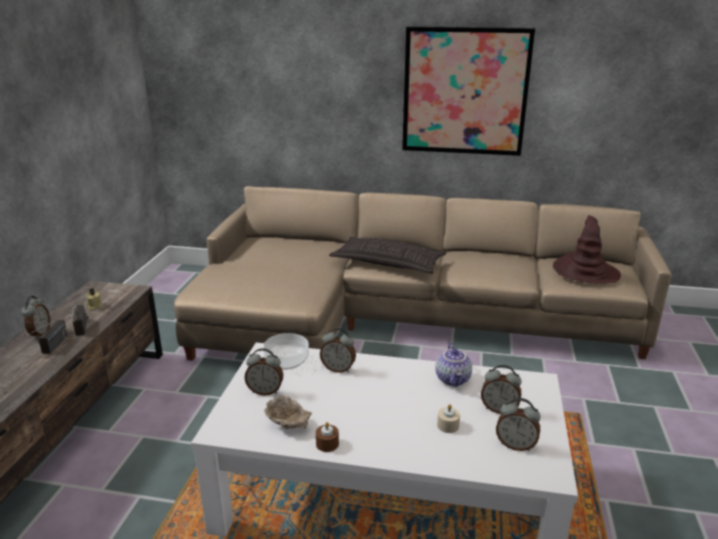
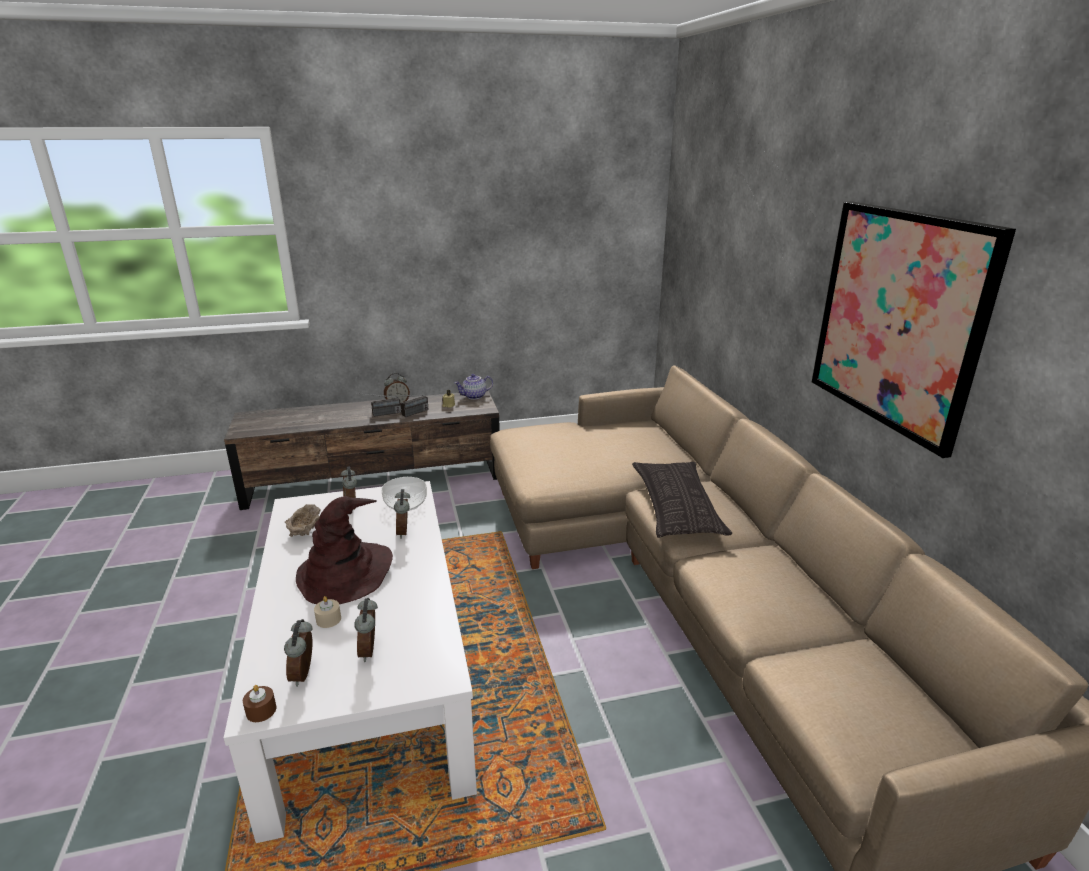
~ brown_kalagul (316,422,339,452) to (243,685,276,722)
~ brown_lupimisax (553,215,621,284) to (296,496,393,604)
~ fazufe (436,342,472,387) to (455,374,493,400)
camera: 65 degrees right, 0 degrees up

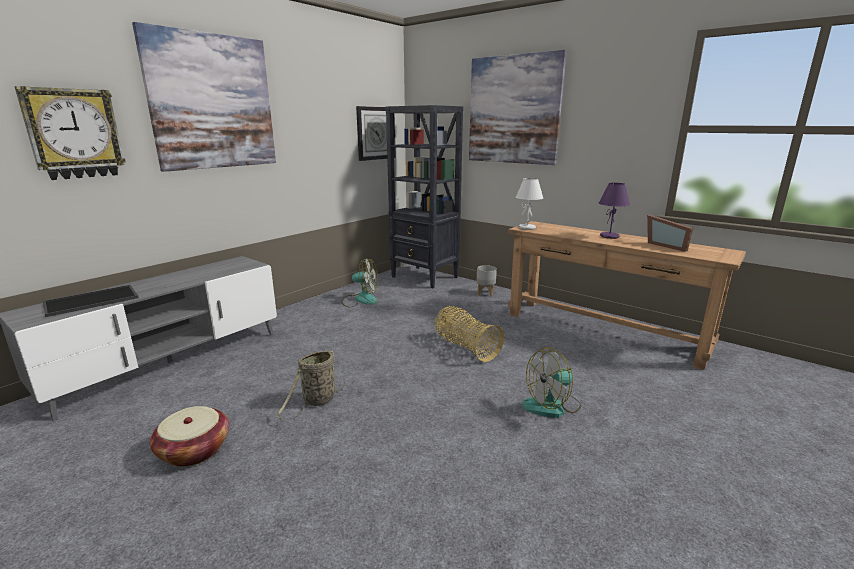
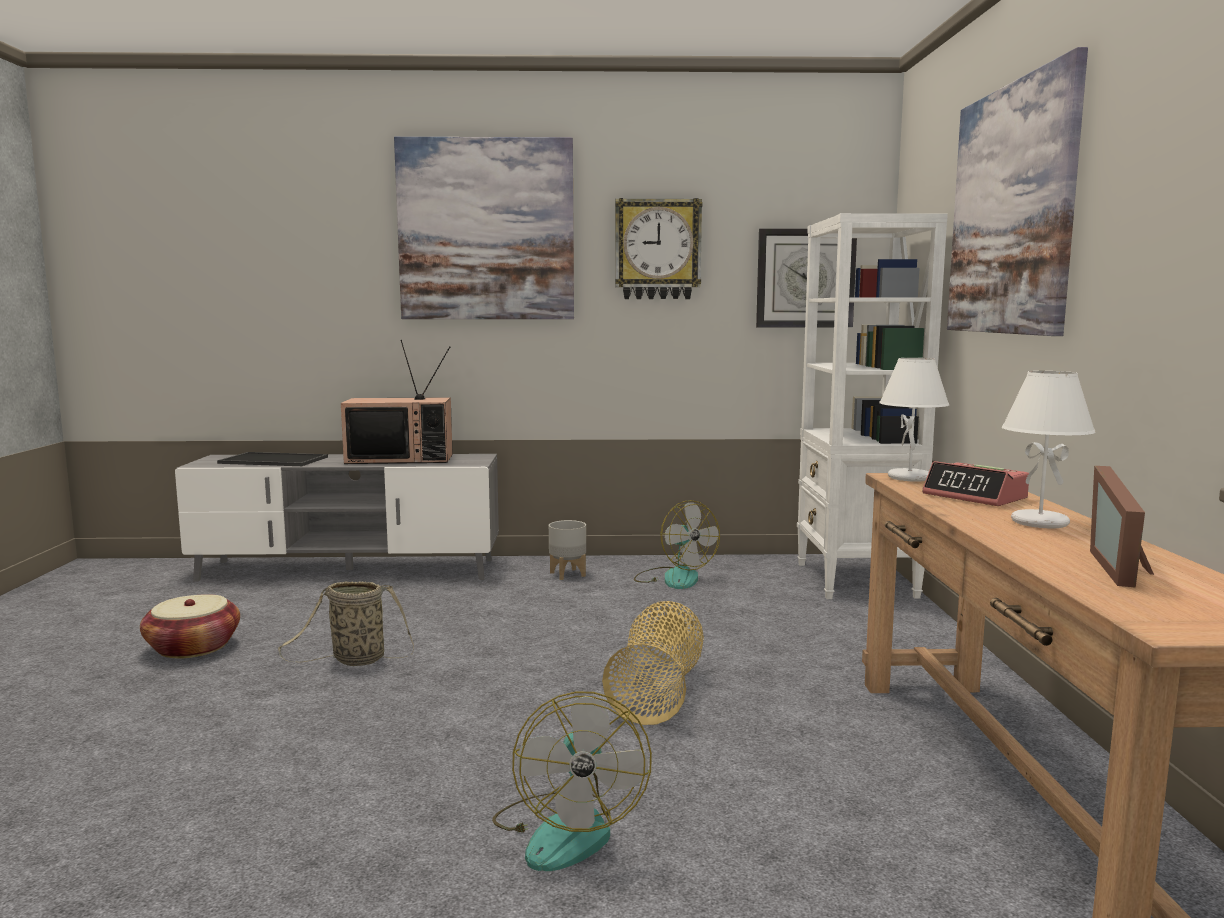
+ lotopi (341,340,453,464)
~ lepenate (521,347,581,418) = (492,692,652,871) 120 degrees counterclockwise
~ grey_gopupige (477,265,497,296) to (549,520,586,580)
~ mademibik (15,86,126,180) to (615,198,703,299)
~ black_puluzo (385,105,463,288) to white_puluzo (797,213,948,599)
+ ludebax (922,461,1029,506)
~ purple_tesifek (599,183,630,239) to white_tesifek (1002,371,1096,528)
camera: 50 degrees right, 10 degrees down

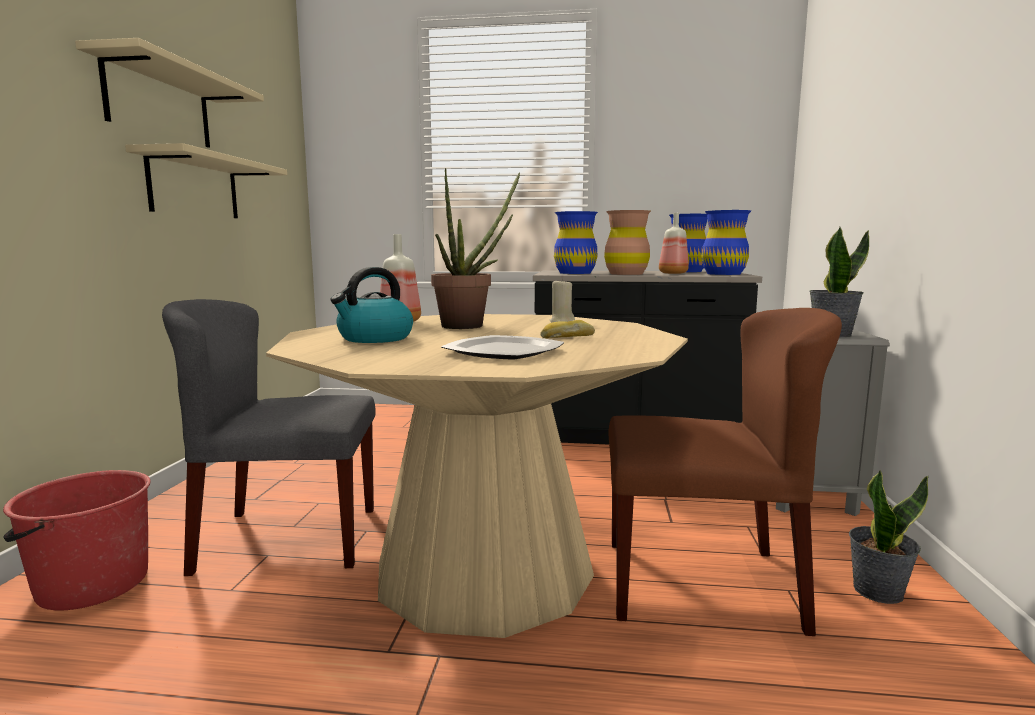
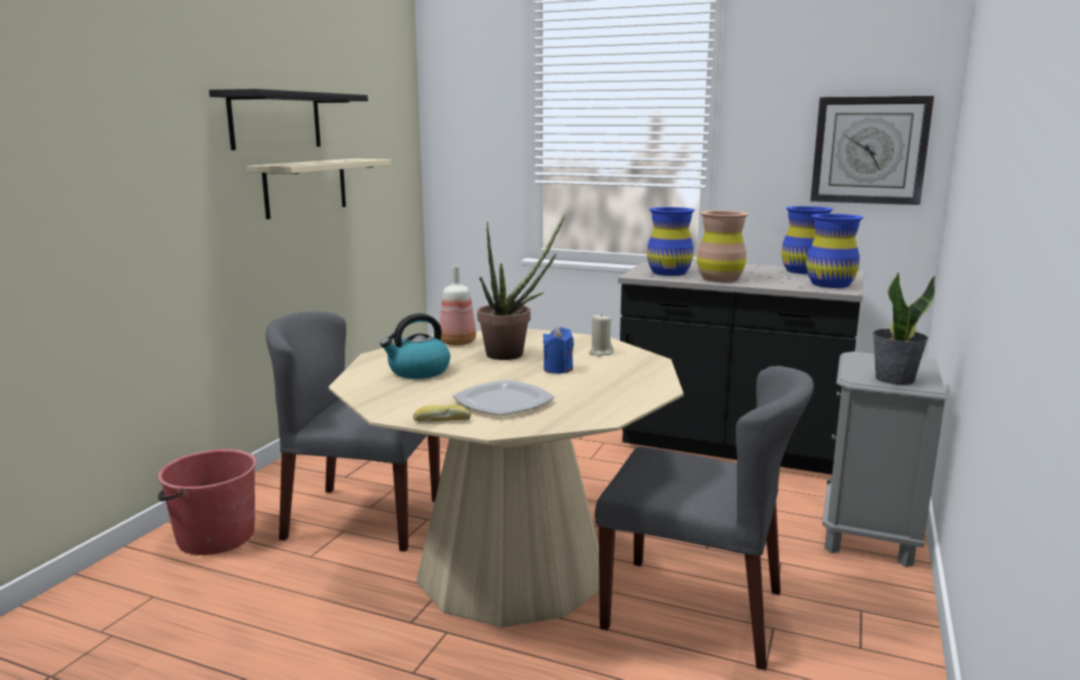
~ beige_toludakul (75,38,264,148) to black_toludakul (209,89,368,150)
~ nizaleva (540,320,595,338) to (413,404,471,421)
+ blue_kalagul (543,327,574,374)
~ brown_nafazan (608,308,842,636) to grey_nafazan (595,366,814,670)
+ mademibik (810,96,934,205)
- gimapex (659,213,689,274)
- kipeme (849,469,929,604)
camera: 15 degrees right, 5 degrees up

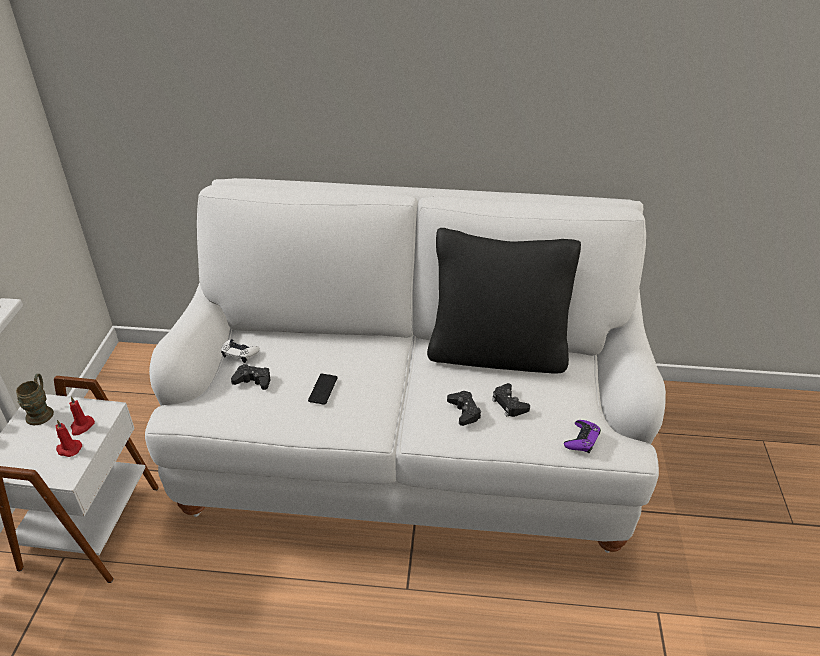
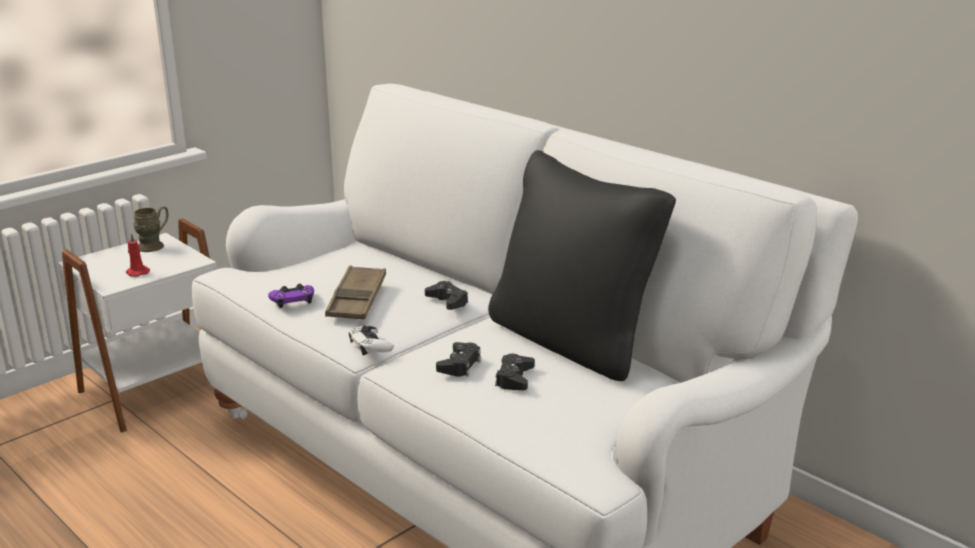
~ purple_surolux (564,420,601,453) to (268,284,314,308)
~ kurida (308,373,338,405) to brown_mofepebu (325,266,386,320)
~ white_surolux (221,339,260,363) to (349,325,394,356)
~ black_surolux (231,364,271,390) to (425,281,468,310)
- red_kalagul (69,397,95,436)
camera: 40 degrees right, 15 degrees down

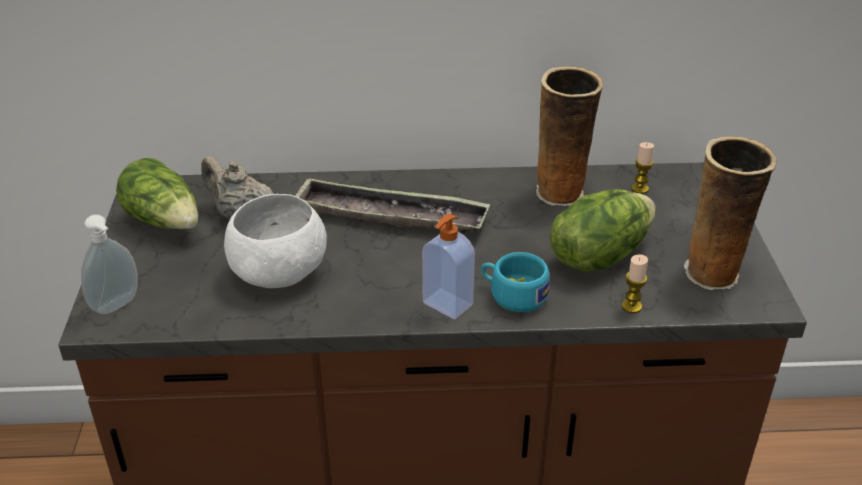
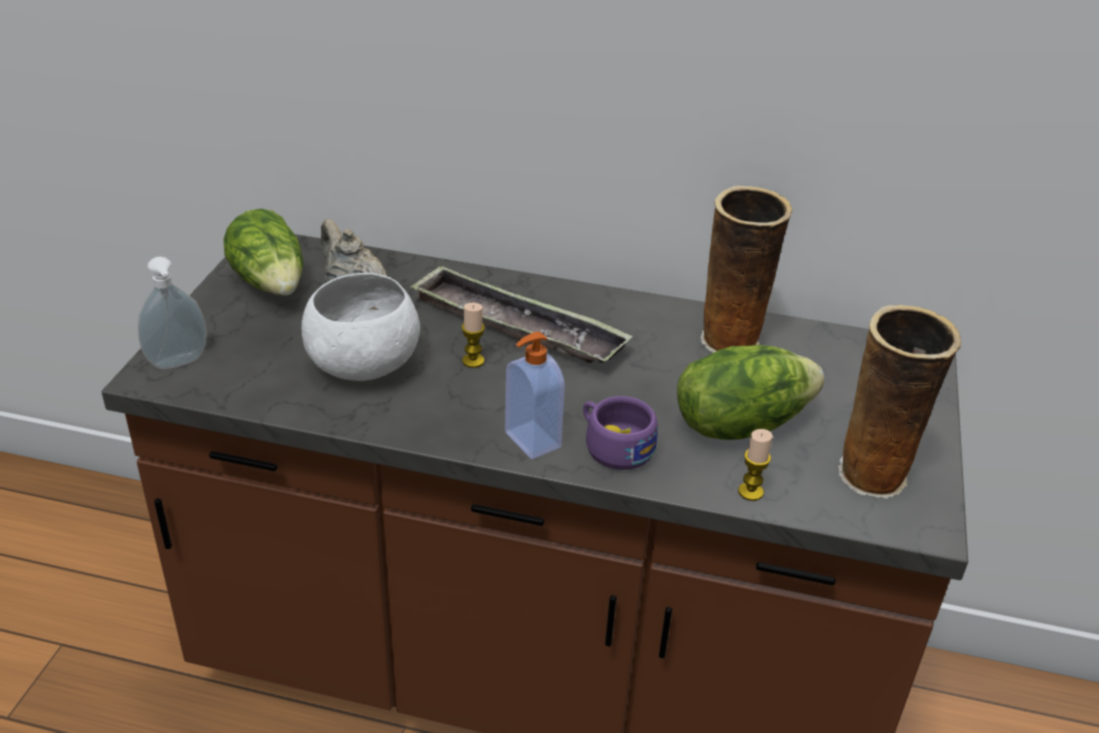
~ kalagul (631,142,654,194) to (462,303,485,368)
~ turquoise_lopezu (481,252,550,312) to purple_lopezu (583,396,658,470)
camera: 15 degrees right, 0 degrees up

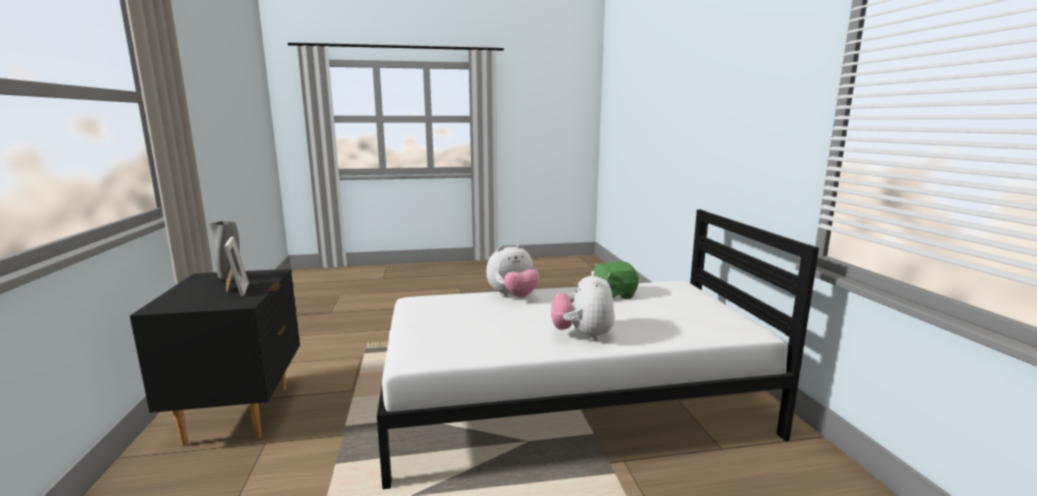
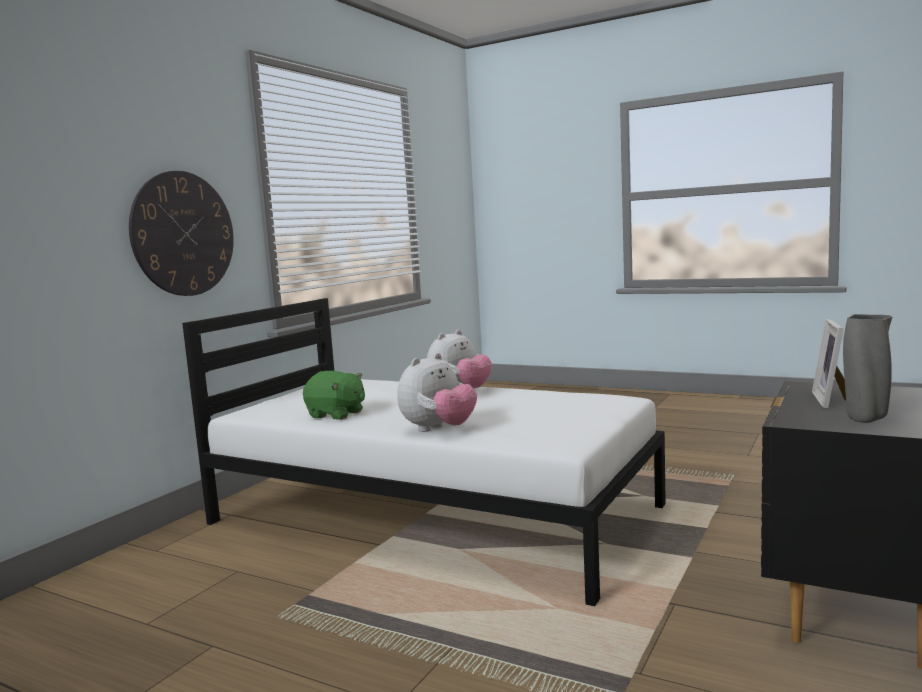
+ mademibik (129,171,234,296)
~ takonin (486,244,539,297) = (397,353,477,432) 120 degrees clockwise
camera: 140 degrees left, 5 degrees down

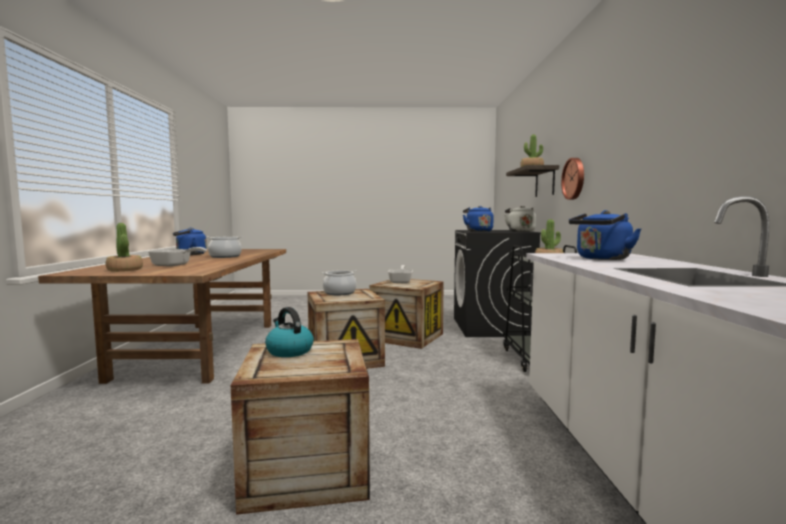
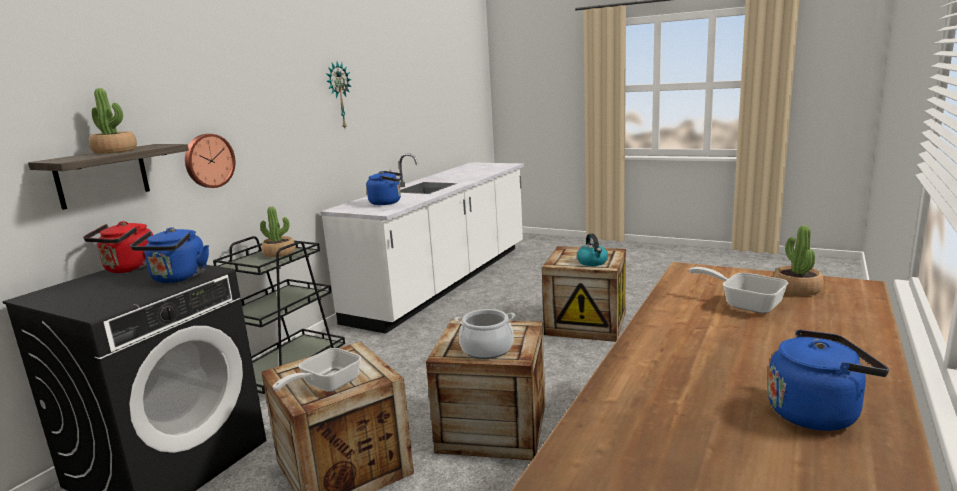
~ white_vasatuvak (504,206,536,232) to red_vasatuvak (83,221,153,273)
+ mademibik (326,62,352,128)
- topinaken (206,236,243,258)
camera: 150 degrees left, 10 degrees up

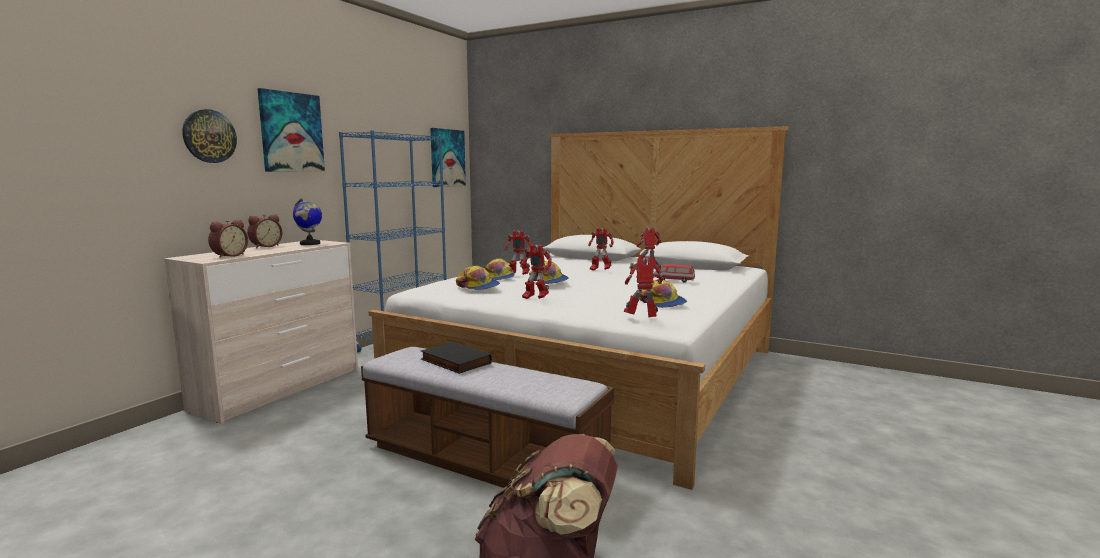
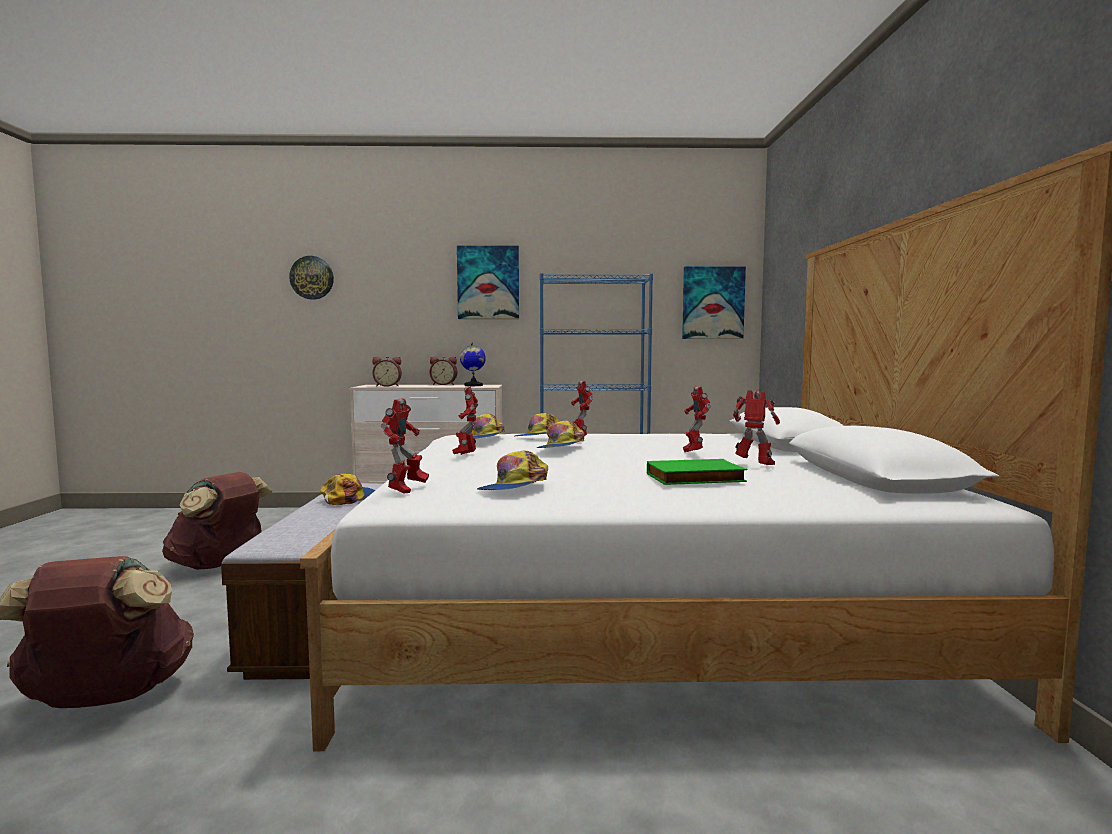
+ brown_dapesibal (162,472,272,570)
~ mademibik (182,109,237,163) to (289,256,334,300)
~ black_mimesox (421,342,492,374) to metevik (320,474,375,505)
~ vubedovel (624,257,663,318) = (381,398,429,494) 45 degrees clockwise
~ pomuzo (654,264,695,283) to green_mimesox (647,459,747,485)
camera: 60 degrees right, 5 degrees down

